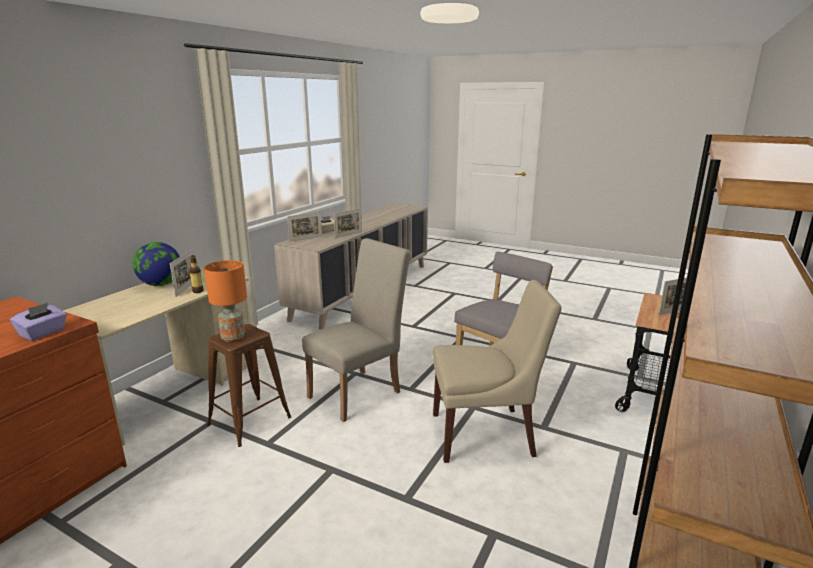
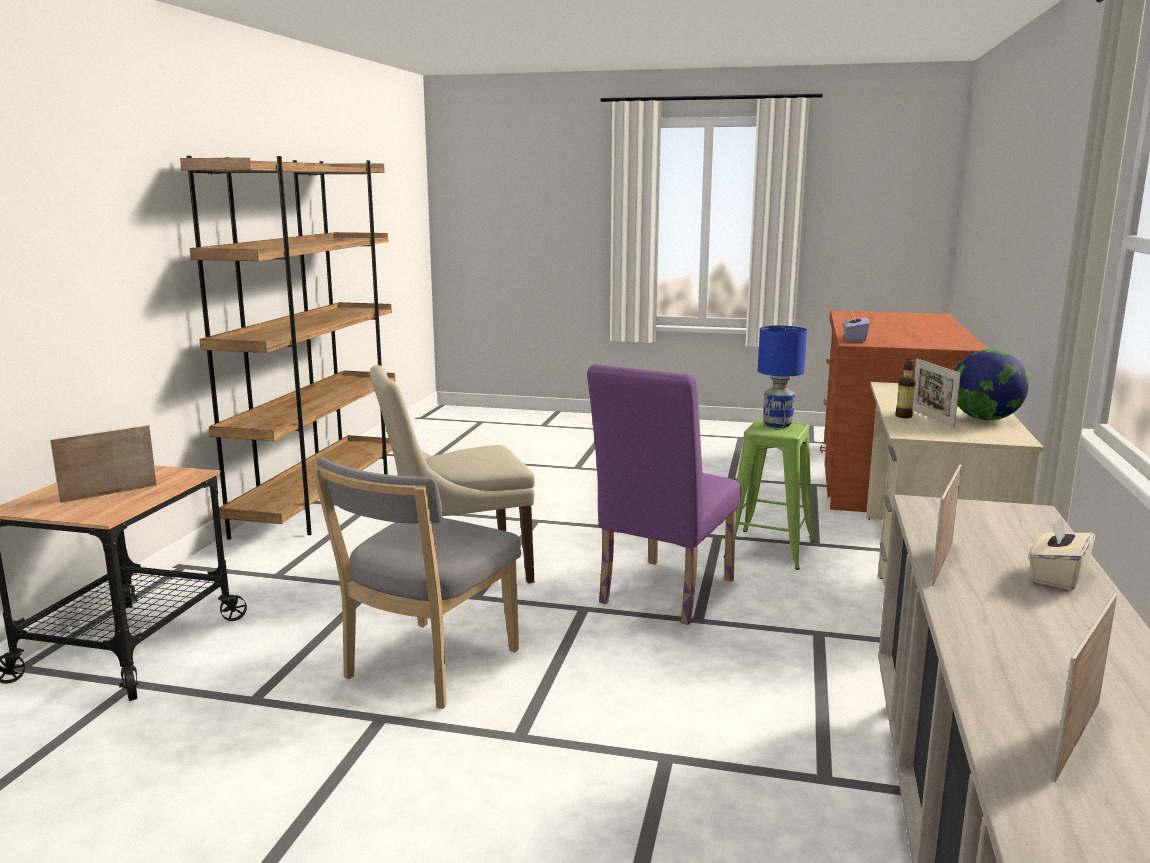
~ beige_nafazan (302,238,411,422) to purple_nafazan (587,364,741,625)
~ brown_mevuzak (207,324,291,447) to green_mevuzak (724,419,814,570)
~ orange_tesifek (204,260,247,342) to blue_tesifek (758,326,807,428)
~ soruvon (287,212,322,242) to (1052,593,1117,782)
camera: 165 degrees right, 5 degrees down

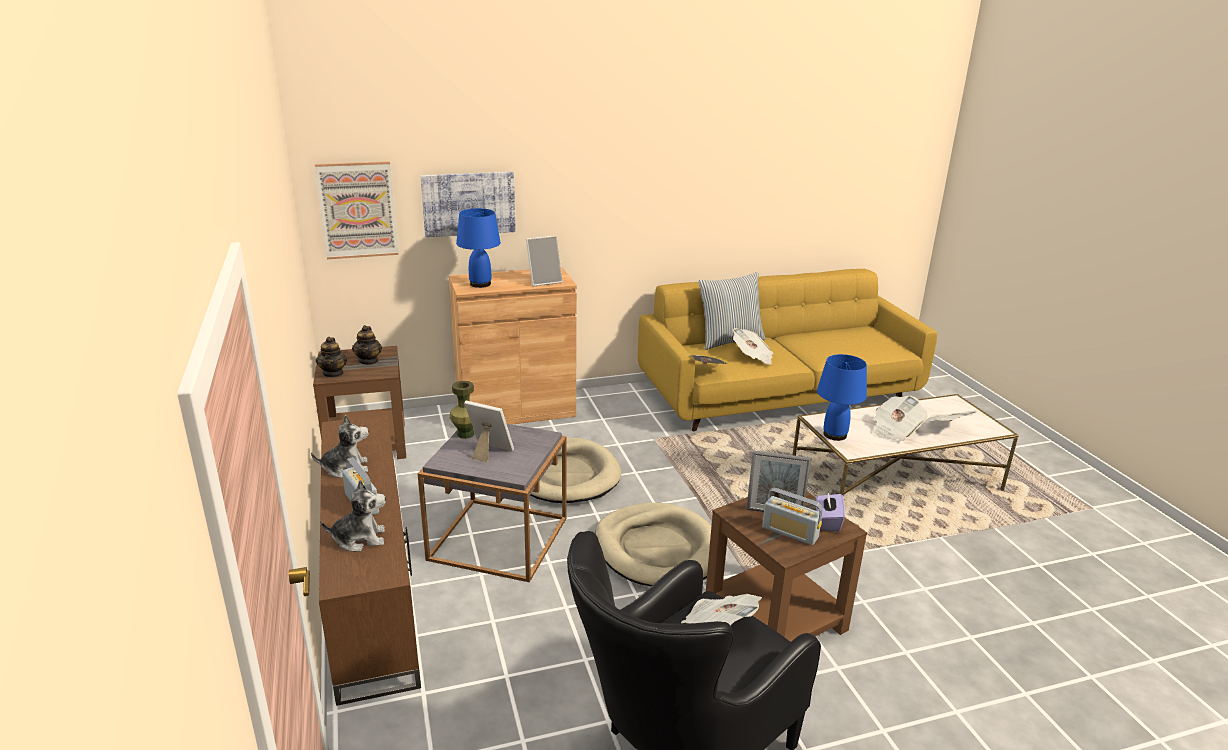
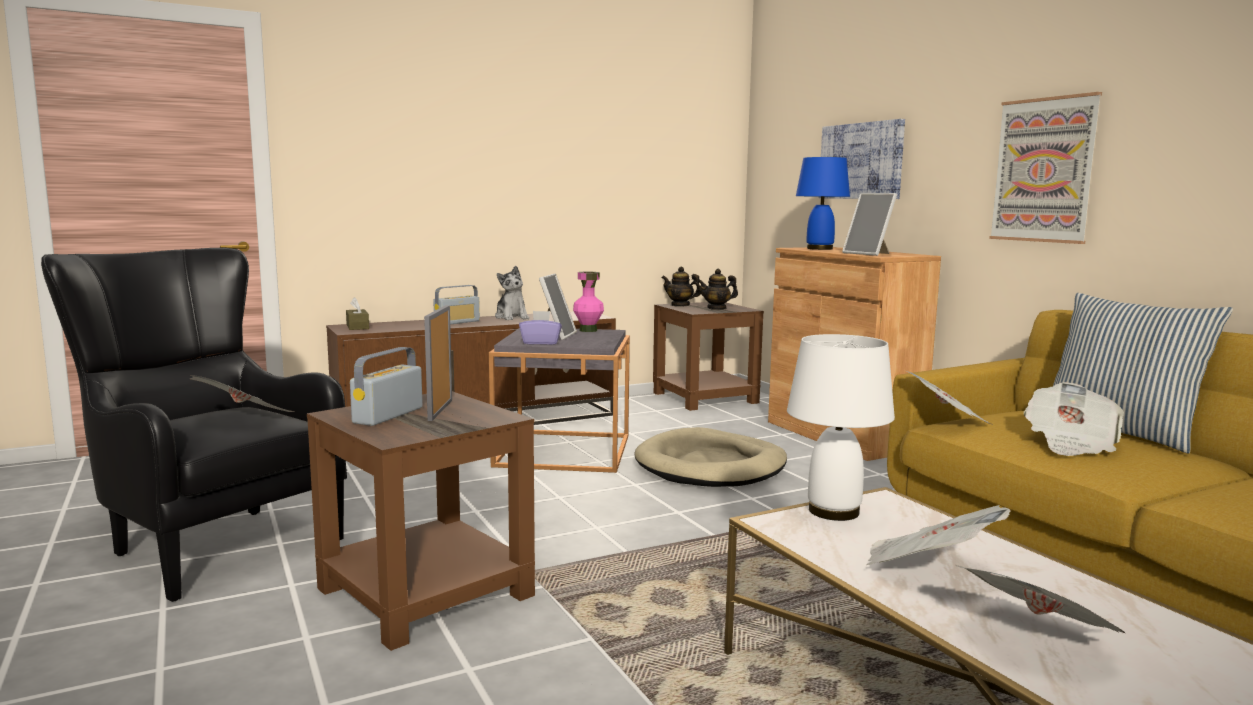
+ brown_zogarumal (346,297,369,330)
~ purple_zogarumal (816,492,845,532) to (519,311,562,345)
~ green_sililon (450,381,474,439) to pink_sililon (573,272,604,332)
~ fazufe (316,337,347,377) = (662,266,701,307) 45 degrees clockwise
~ blue_tesifek (817,354,867,441) to white_tesifek (787,334,895,521)
~ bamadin (315,161,399,259) to (989,92,1102,244)
- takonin (320,480,386,552)
- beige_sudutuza (595,503,711,586)
camera: 80 degrees right, 15 degrees down

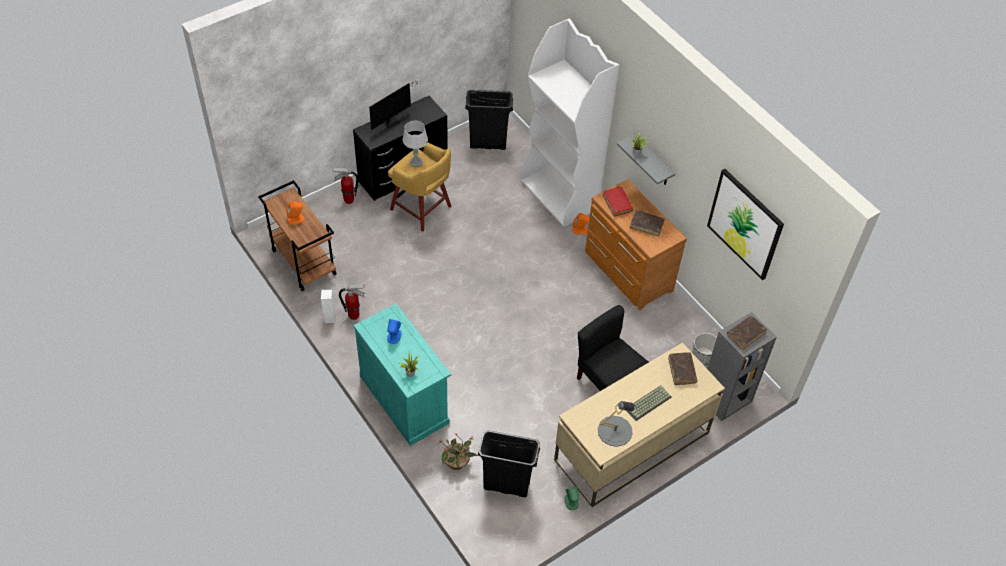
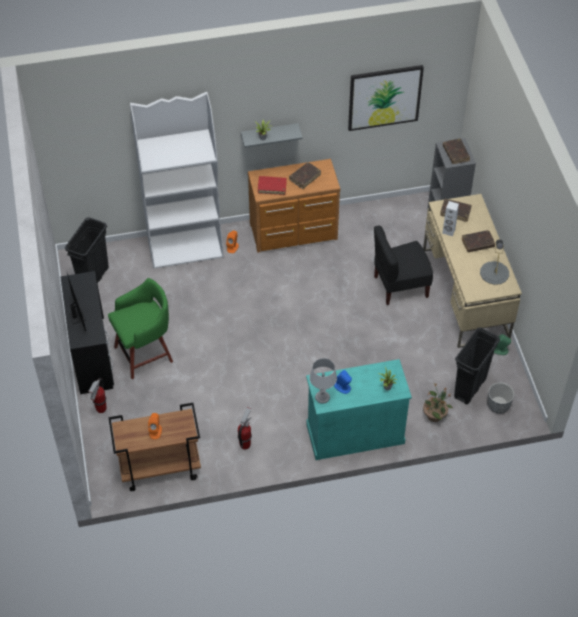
~ yellow_mevuzak (388,142,452,232) to green_mevuzak (108,278,173,379)
~ grey_tesifek (403,121,428,167) to (309,358,337,404)
~ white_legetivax (321,290,336,323) to (442,201,459,236)
~ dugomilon (626,385,672,421) to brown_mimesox (462,230,495,252)
~ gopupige (692,333,717,365) to (487,382,514,413)
camera: 65 degrees left, 0 degrees up

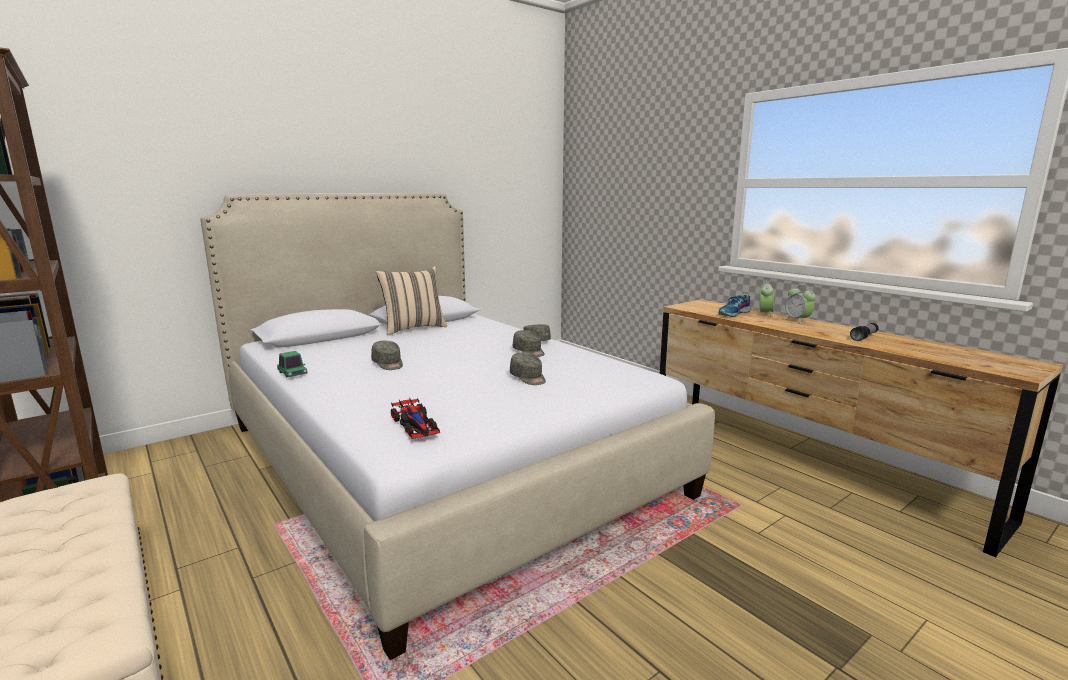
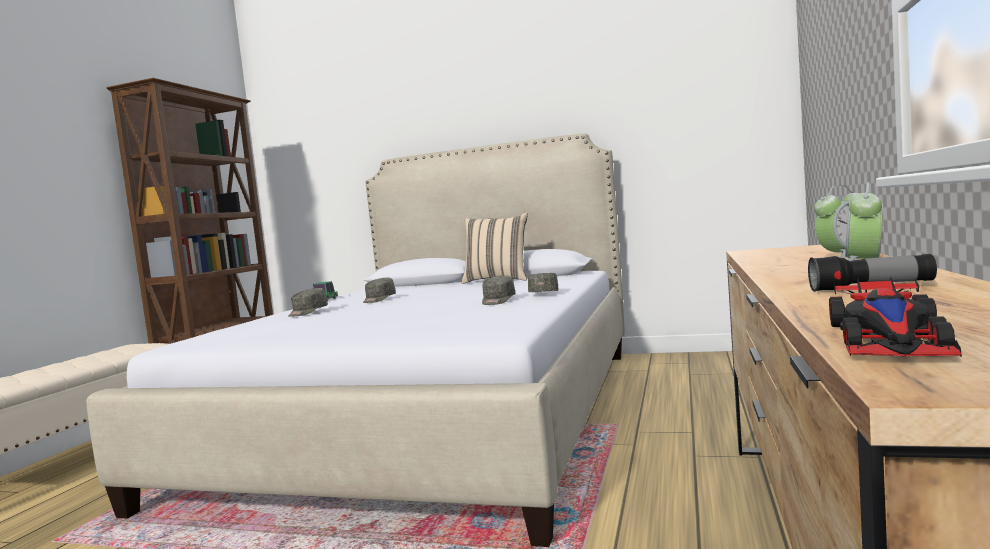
~ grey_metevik (510,353,546,385) to (289,288,328,317)
~ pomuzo (391,398,440,439) to (829,277,962,357)
- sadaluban (718,293,751,317)
camera: 55 degrees right, 10 degrees down

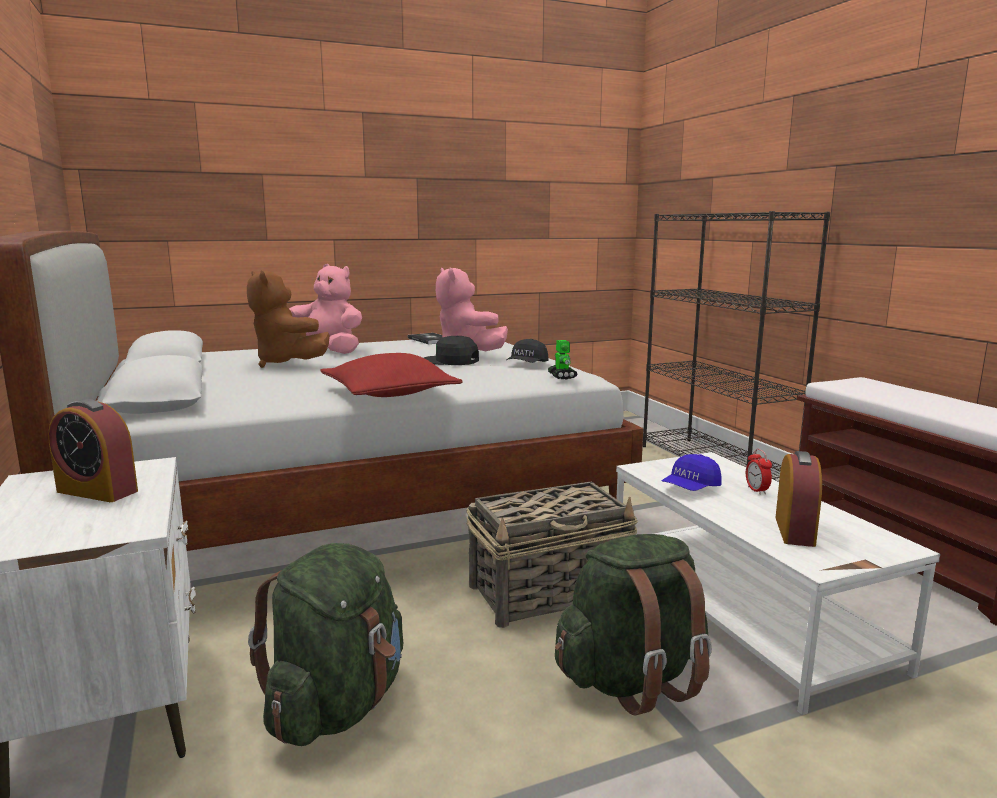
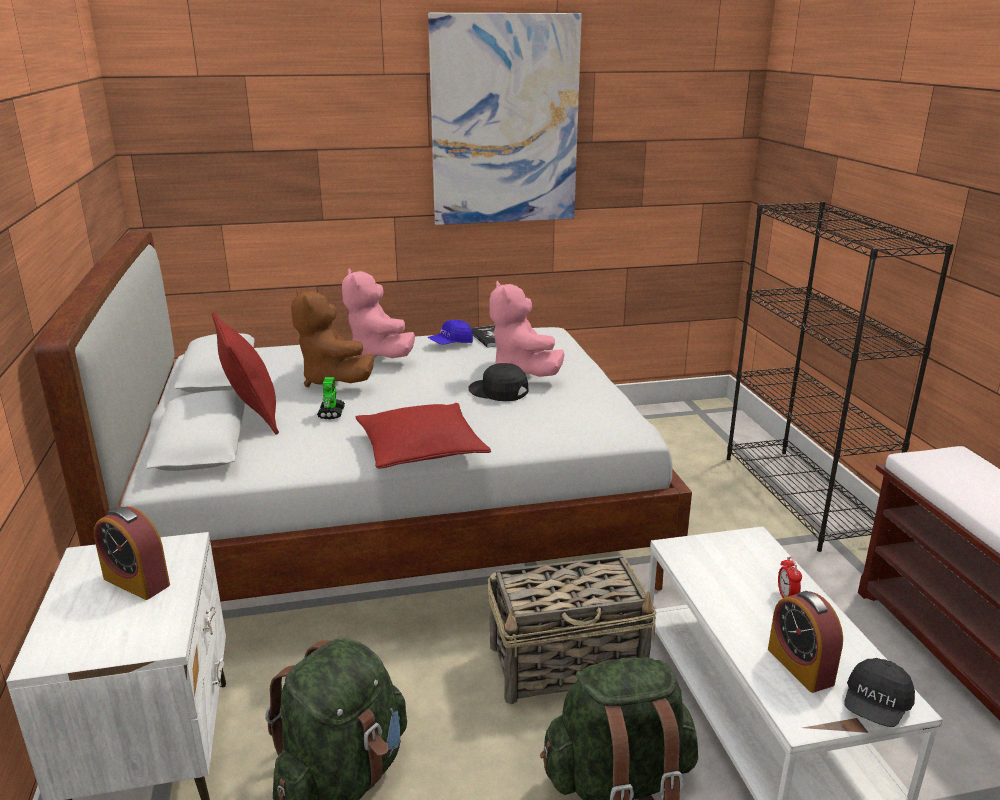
+ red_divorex (212,312,279,435)
~ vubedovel (548,340,577,380) to (317,377,345,419)
~ pink_takonin (289,264,362,354) = (342,268,415,358) 150 degrees counterclockwise
+ bamadin (428,13,582,225)
~ blue_metevik (662,454,722,491) to (428,320,473,345)
~ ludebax (775,451,822,547) = (768,591,843,693) 135 degrees clockwise
~ black_metevik (506,339,549,363) to (844,658,915,727)
camera: 10 degrees right, 10 degrees up

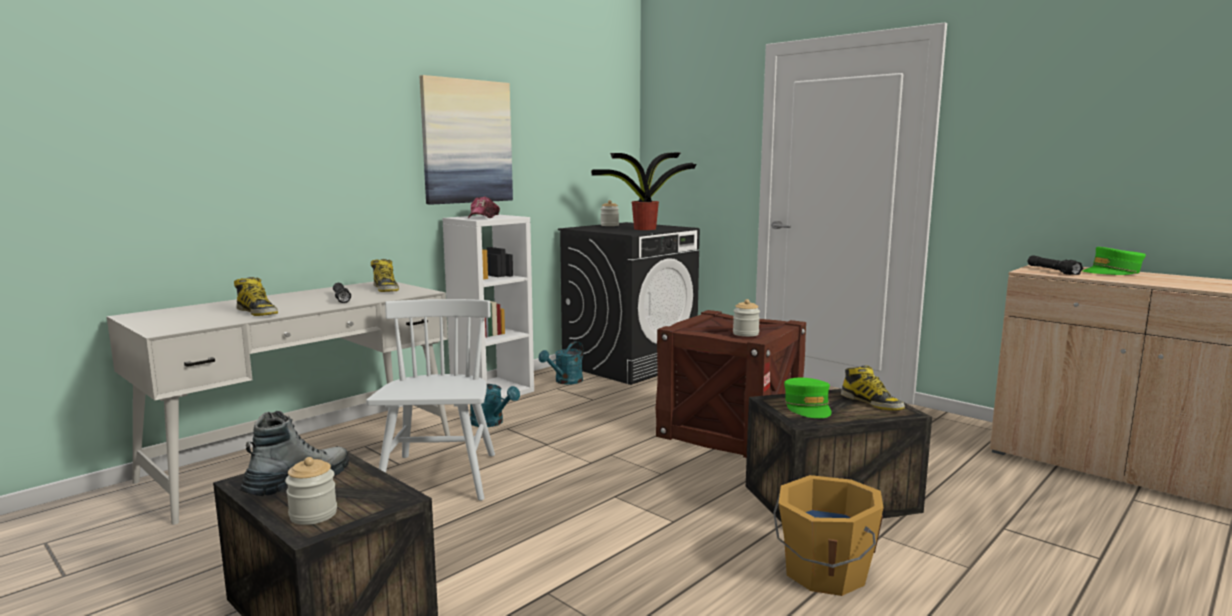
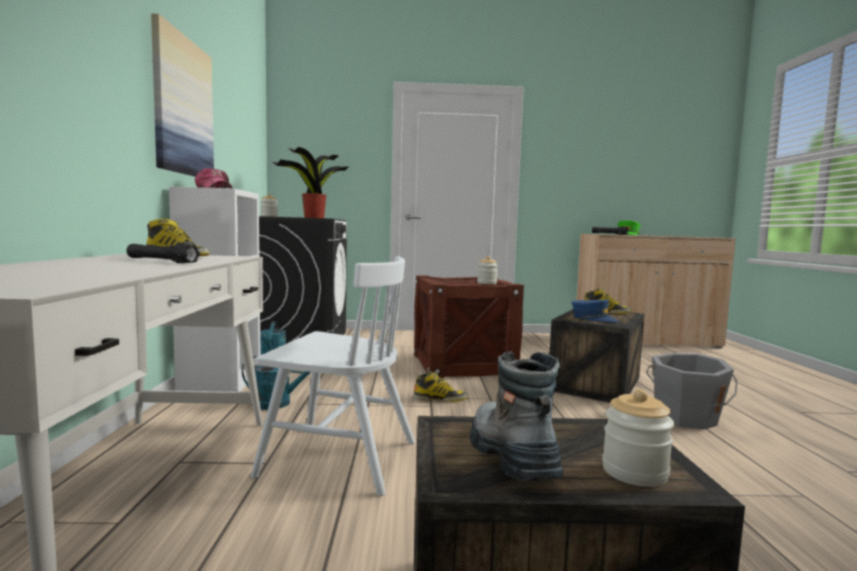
~ white_nafazan (366,299,495,501) = (251,256,415,496) 150 degrees clockwise
~ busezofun (234,277,278,316) to (413,371,468,402)
~ green_metevik (784,378,832,418) to blue_metevik (572,299,619,322)
~ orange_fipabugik (773,475,884,596) to grey_fipabugik (646,353,738,429)
camera: 45 degrees left, 5 degrees down

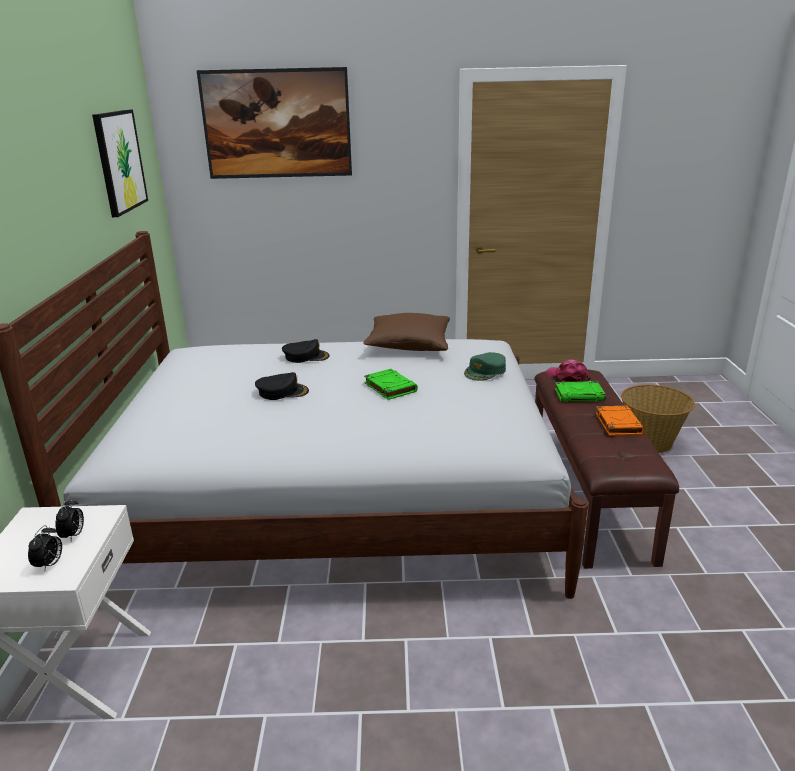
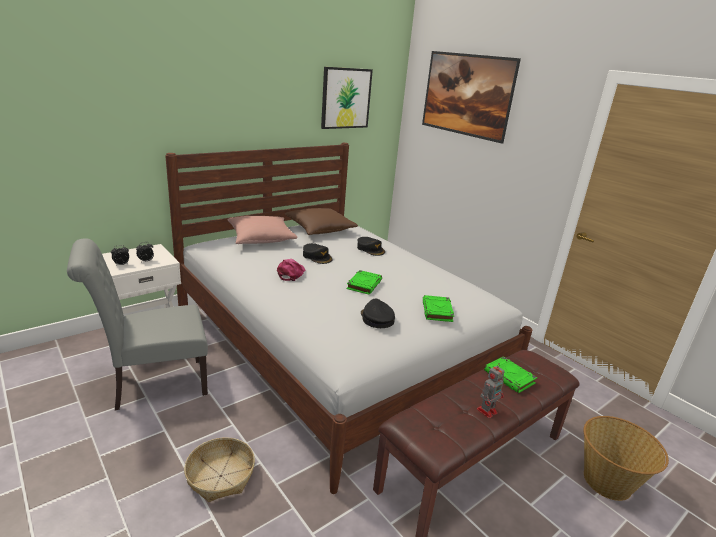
+ grey_nafazan (67,238,208,411)
+ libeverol (184,437,255,502)
+ pink_divorex (227,216,298,244)
~ pink_metevik (546,360,591,382) to (277,259,306,281)
~ brown_divorex (363,313,450,351) to (285,208,358,235)
+ black_metevik (361,299,395,328)
~ green_metevik (464,352,506,381) to green_mimesox (423,295,454,322)
~ orange_mimesox (596,406,644,436) to vubedovel (477,364,505,419)
camera: 50 degrees right, 0 degrees up

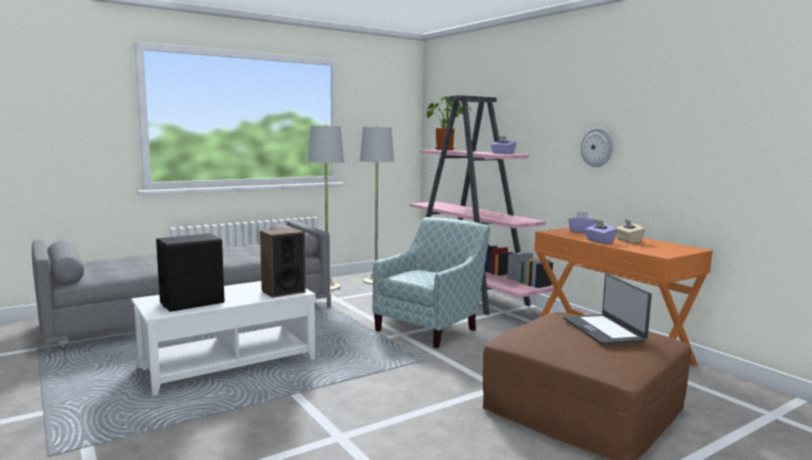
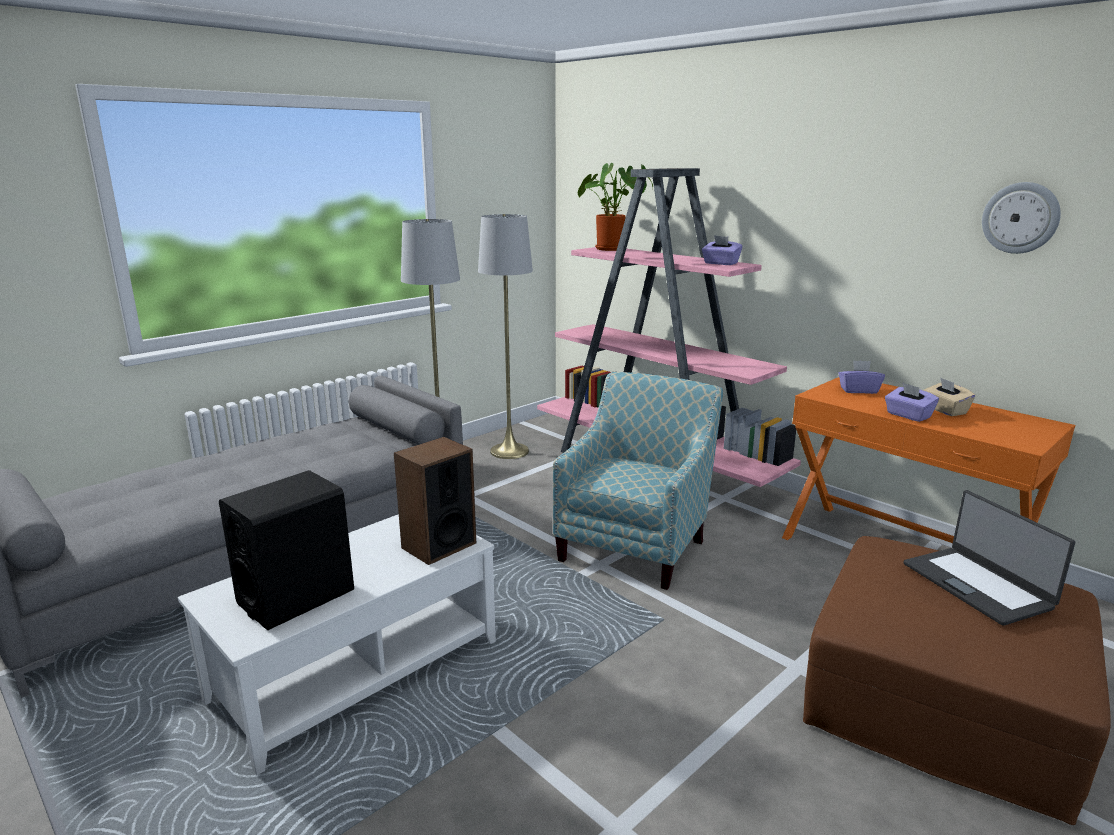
~ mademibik (580,128,613,167) to (982,182,1061,254)
camera: 10 degrees left, 10 degrees up

